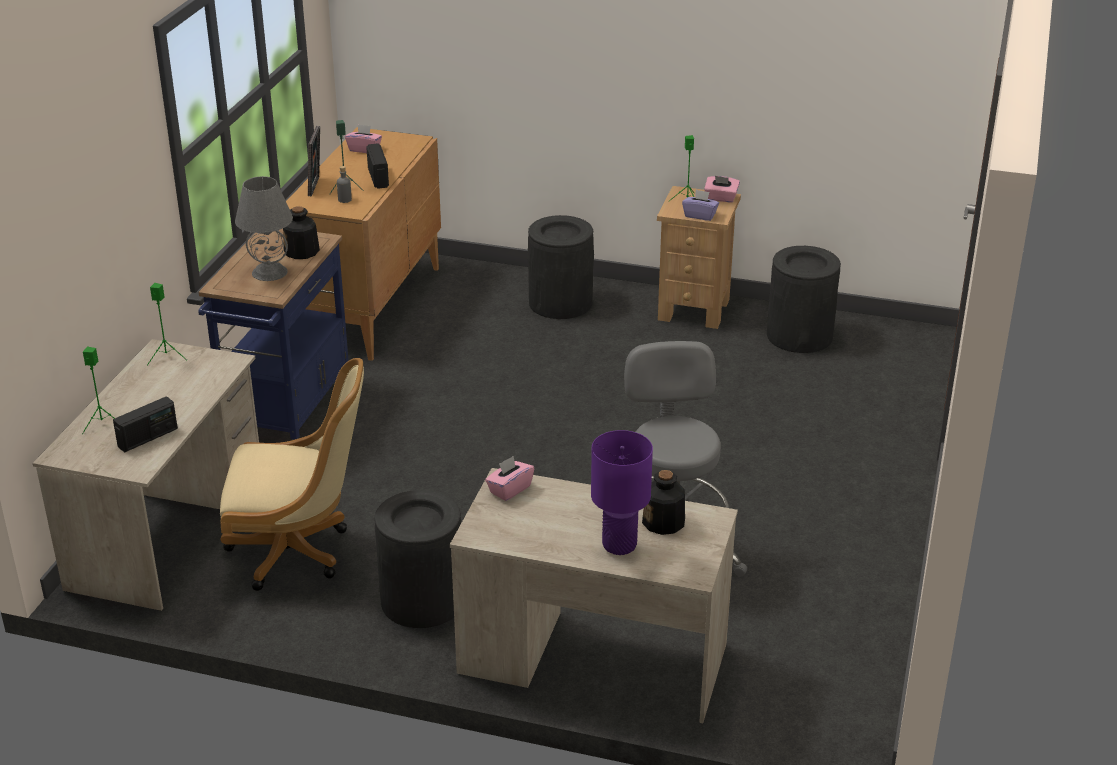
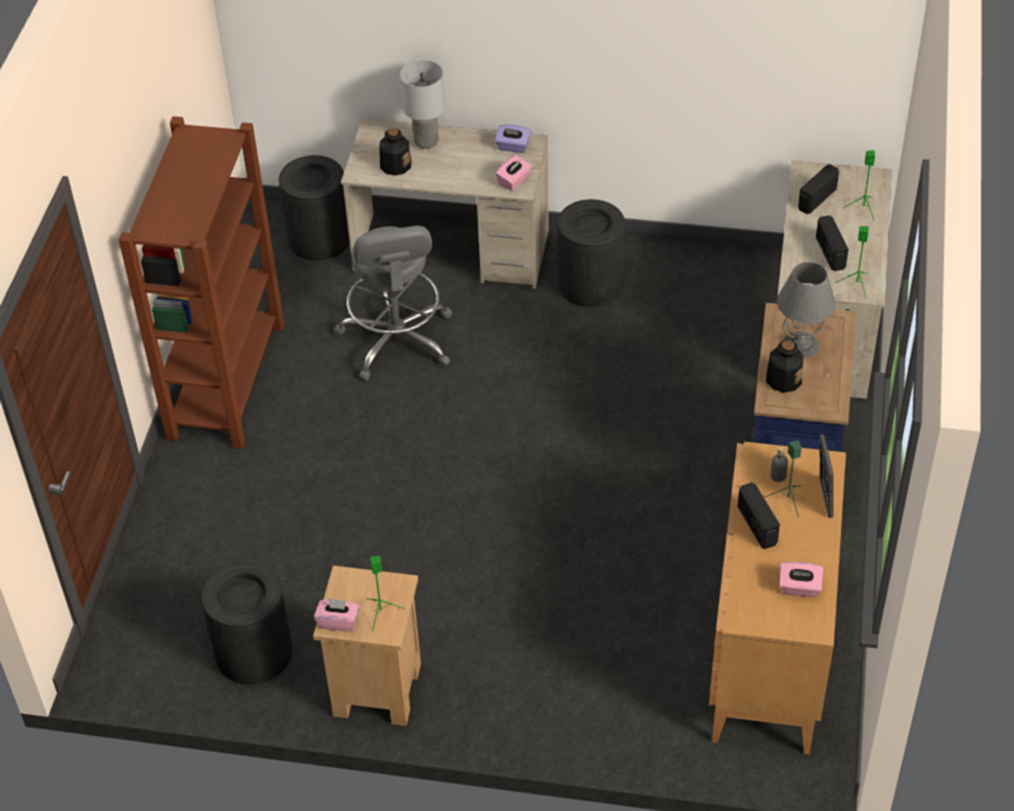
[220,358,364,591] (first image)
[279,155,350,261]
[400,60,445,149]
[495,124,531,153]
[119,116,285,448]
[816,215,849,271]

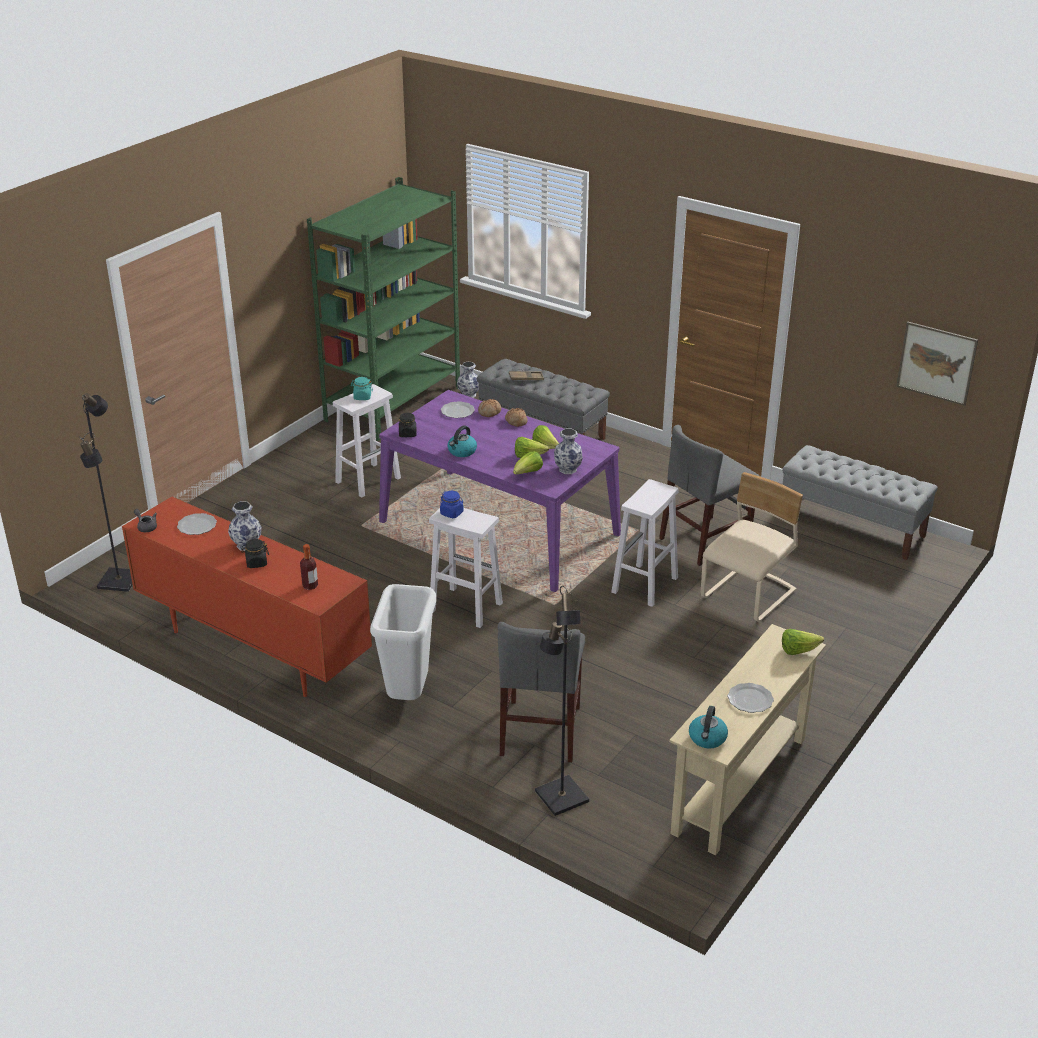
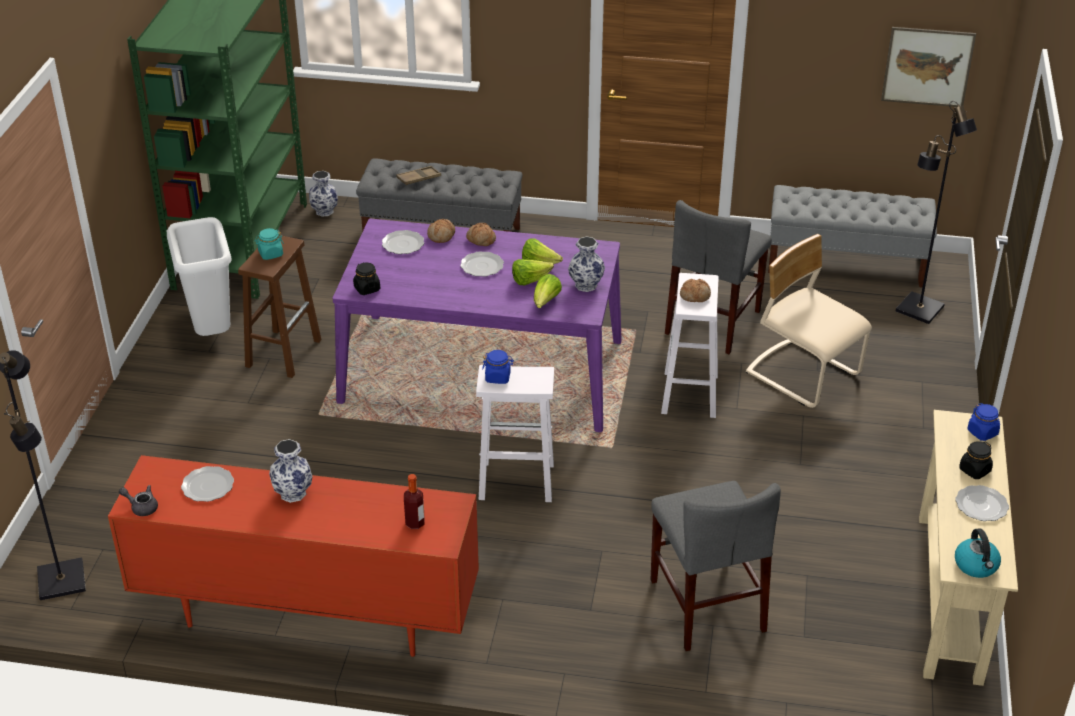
[959,441,993,479]
[238,235,321,378]
[167,217,231,336]
[448,425,477,457] (first image)
[896,101,977,324]
[746,234,872,408]
[967,403,1000,441]
[460,251,504,277]
[680,279,711,302]

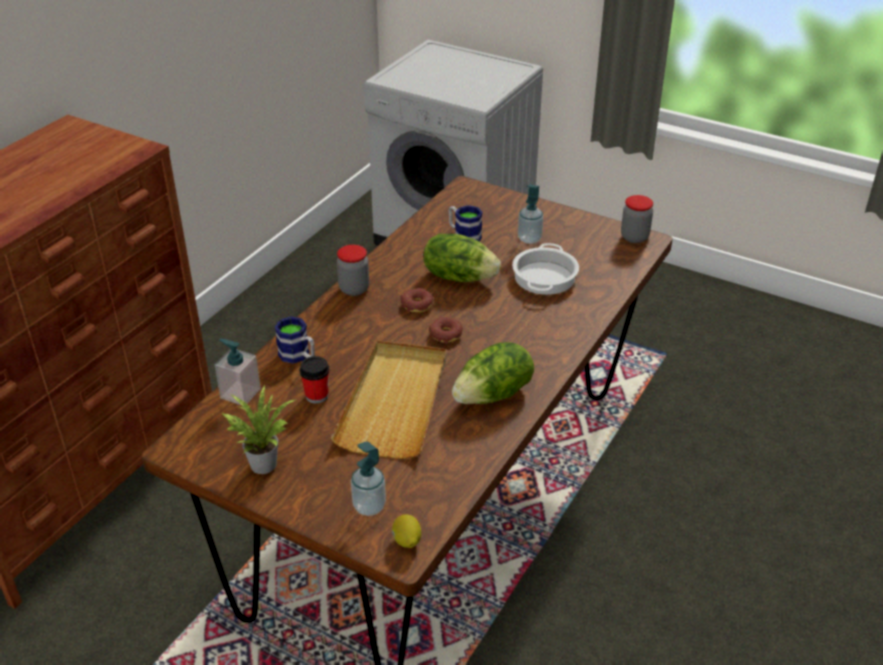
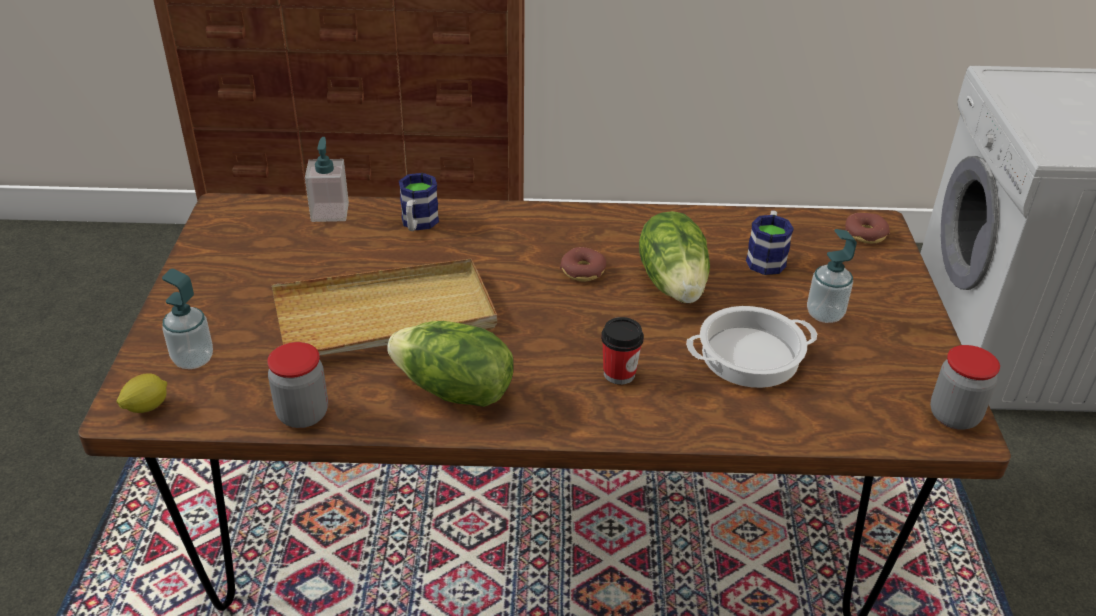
[222,385,297,474] (first image)
[601,317,644,385]
[267,342,328,428]
[845,213,890,244]

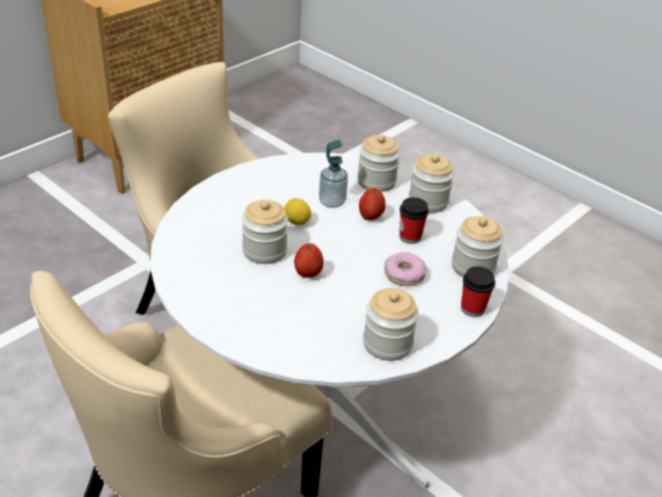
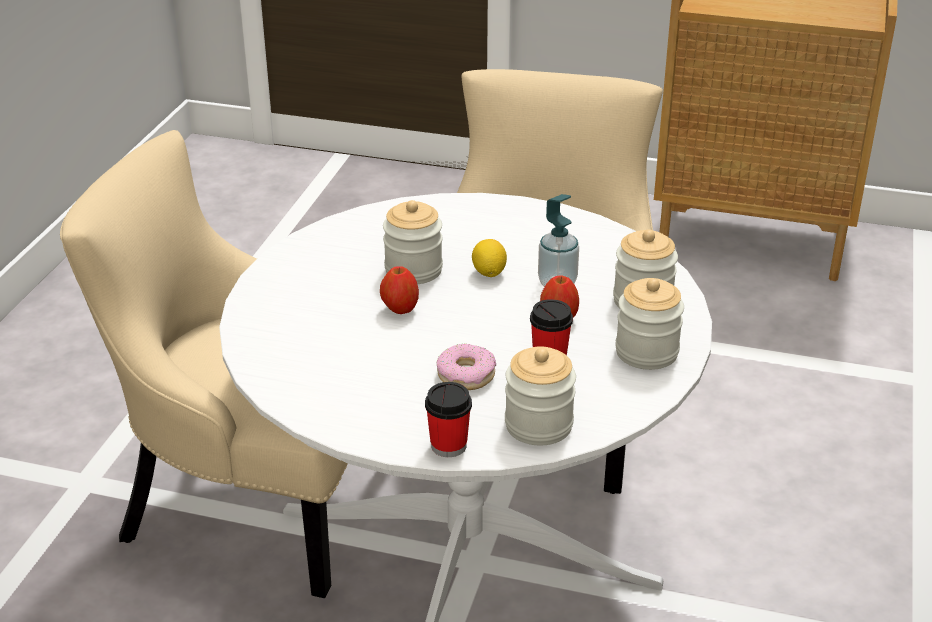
[363,288,419,361] (first image)

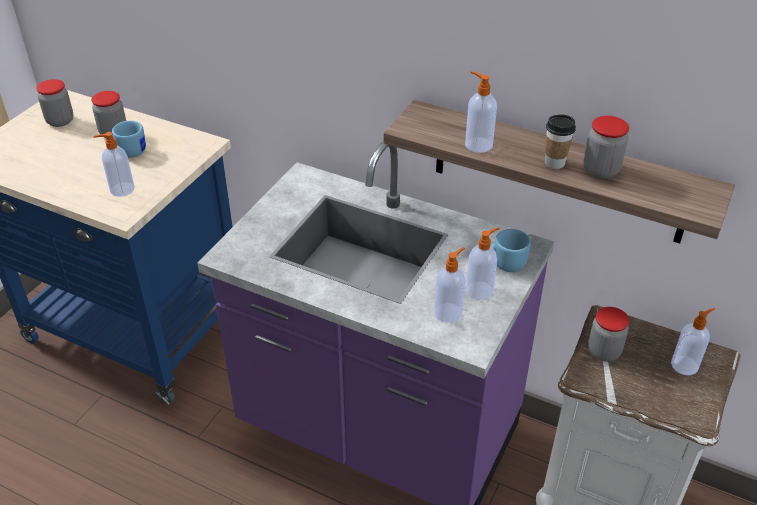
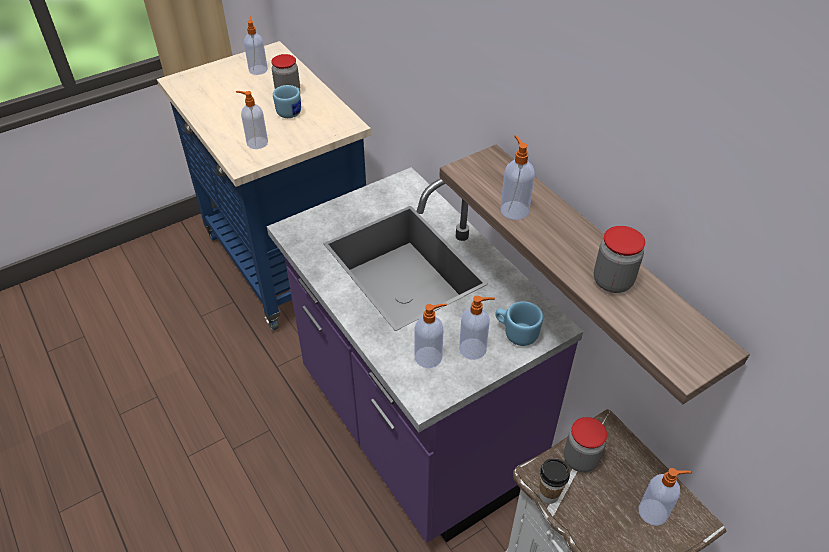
[244,16,268,75]
[539,458,570,504]

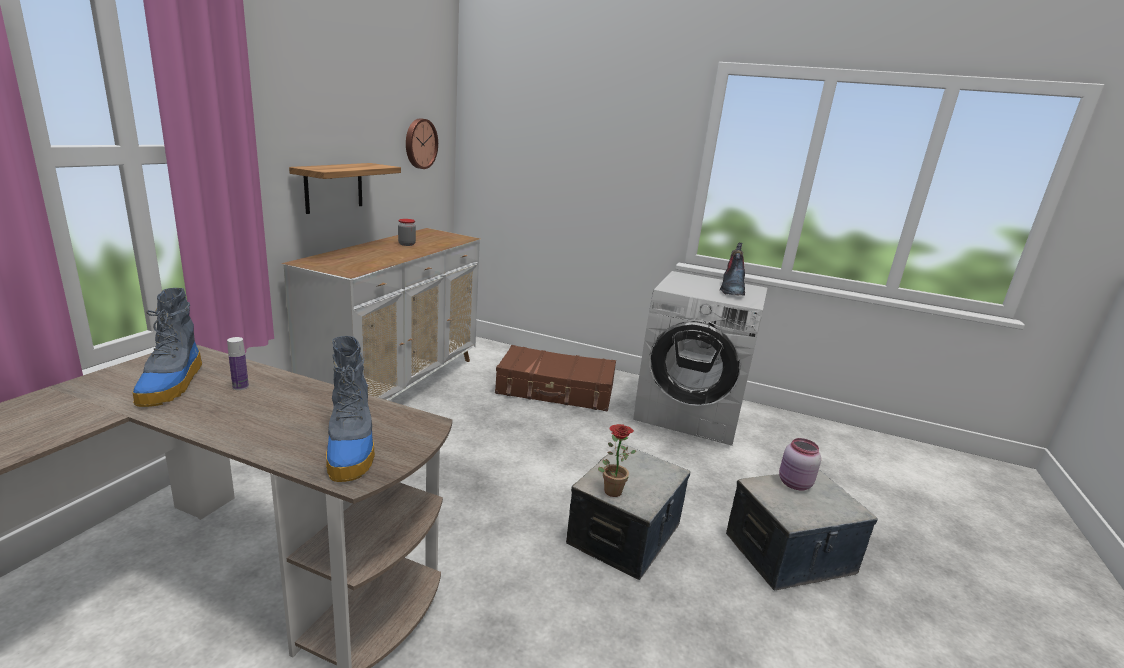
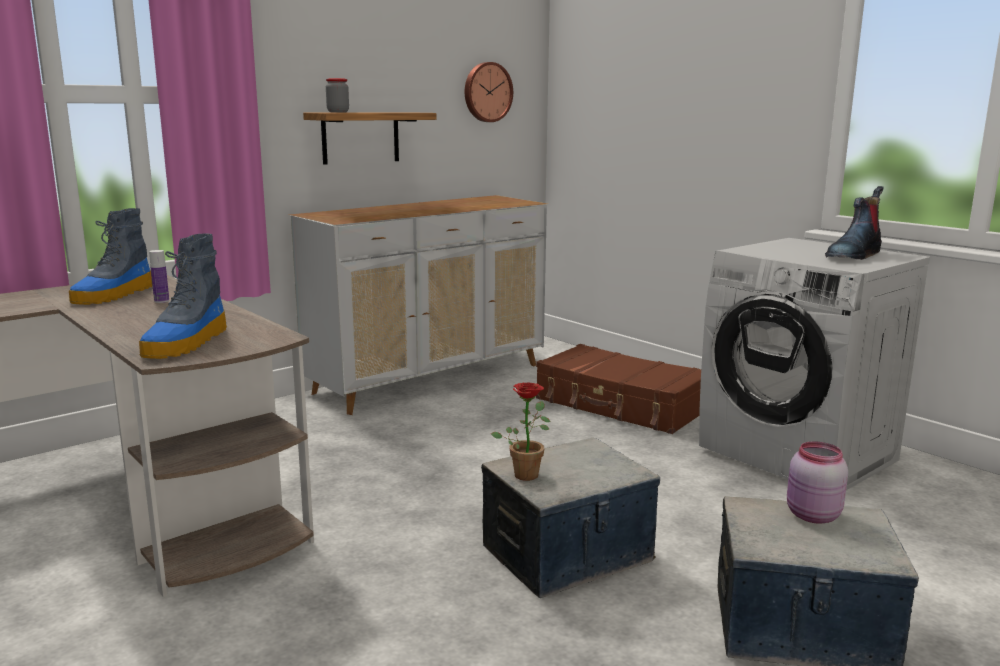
[326,78,349,112]

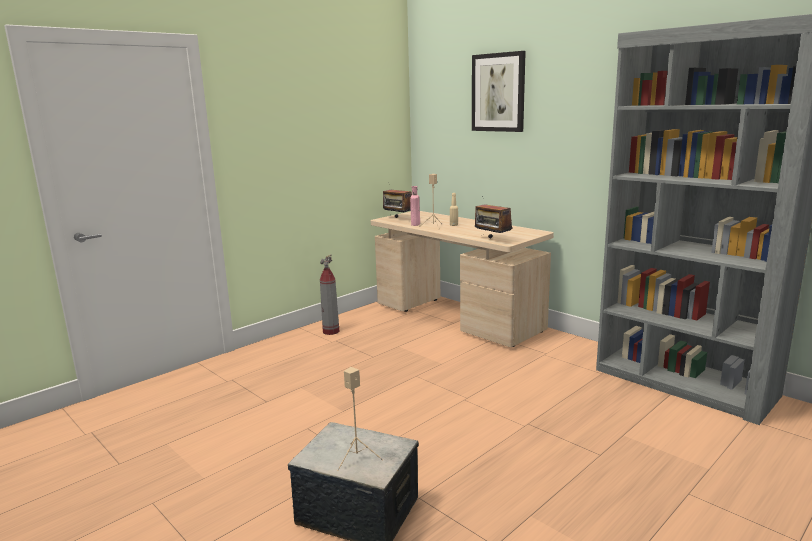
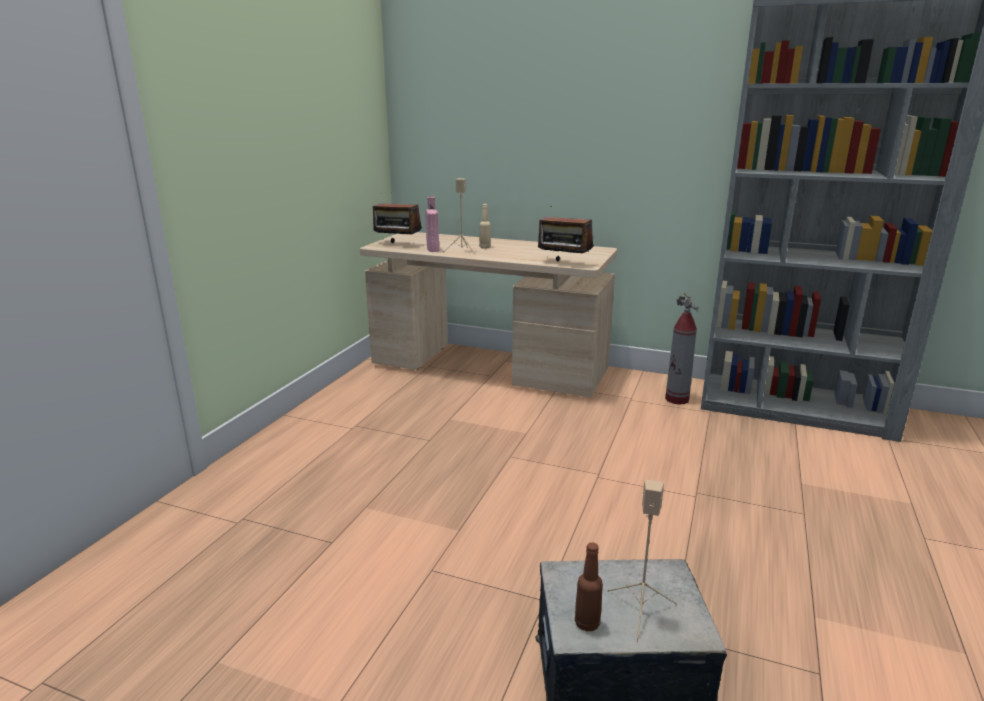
[665,293,699,405]
[472,51,526,132] (first image)
[575,542,603,631]

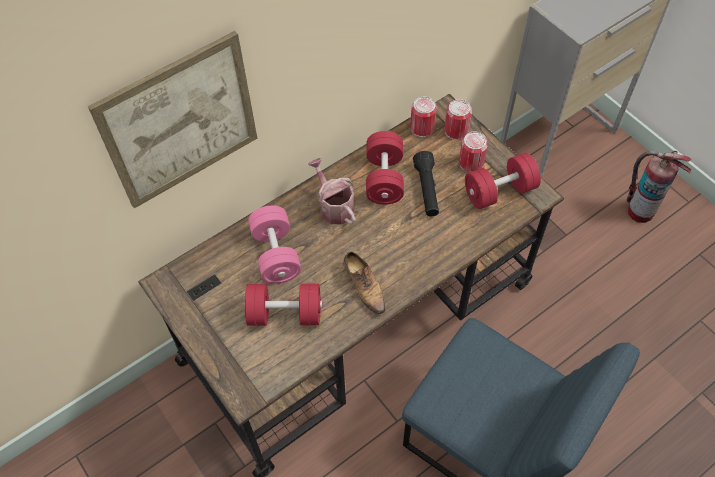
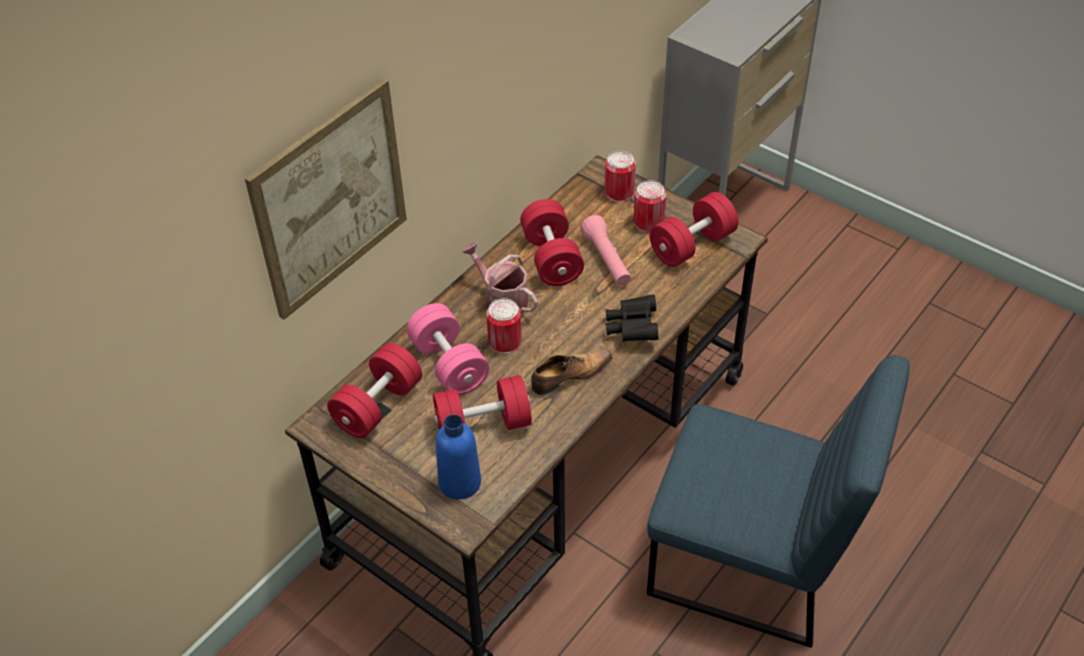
[531,349,613,395]
[486,298,522,354]
[580,215,631,286]
[626,151,691,223] (first image)
[327,343,422,438]
[436,415,481,500]
[606,295,659,342]

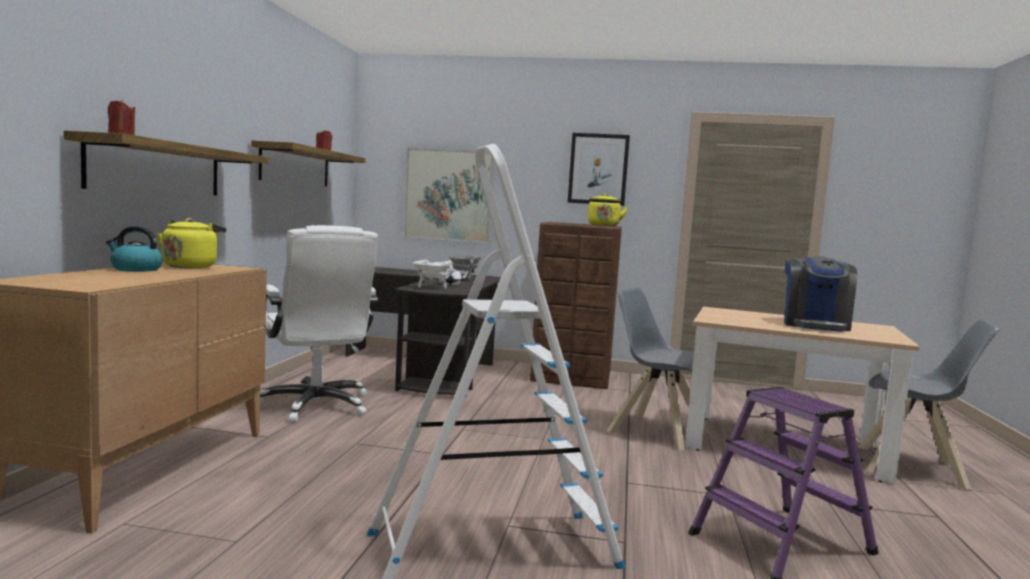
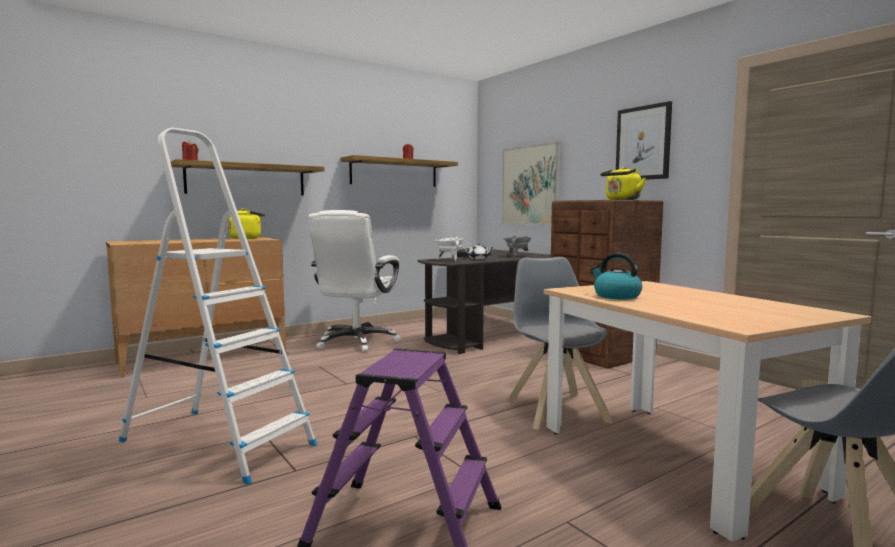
[591,253,642,300]
[784,256,857,332] (first image)

